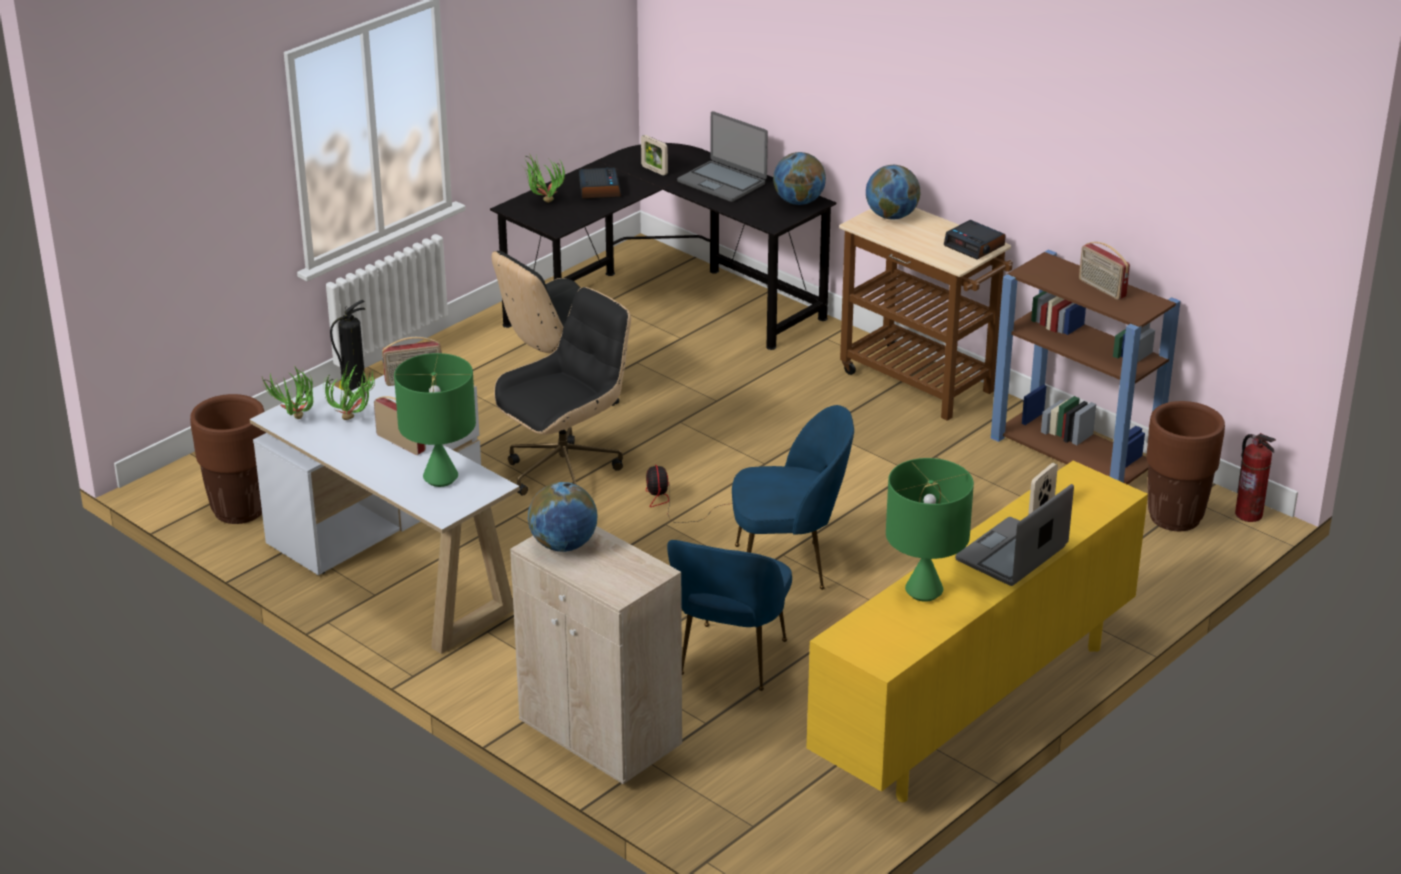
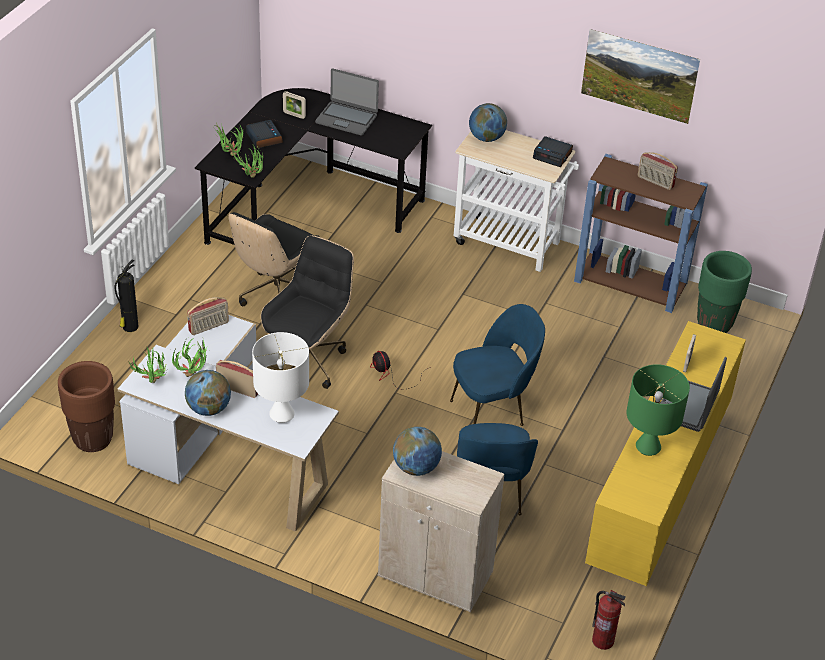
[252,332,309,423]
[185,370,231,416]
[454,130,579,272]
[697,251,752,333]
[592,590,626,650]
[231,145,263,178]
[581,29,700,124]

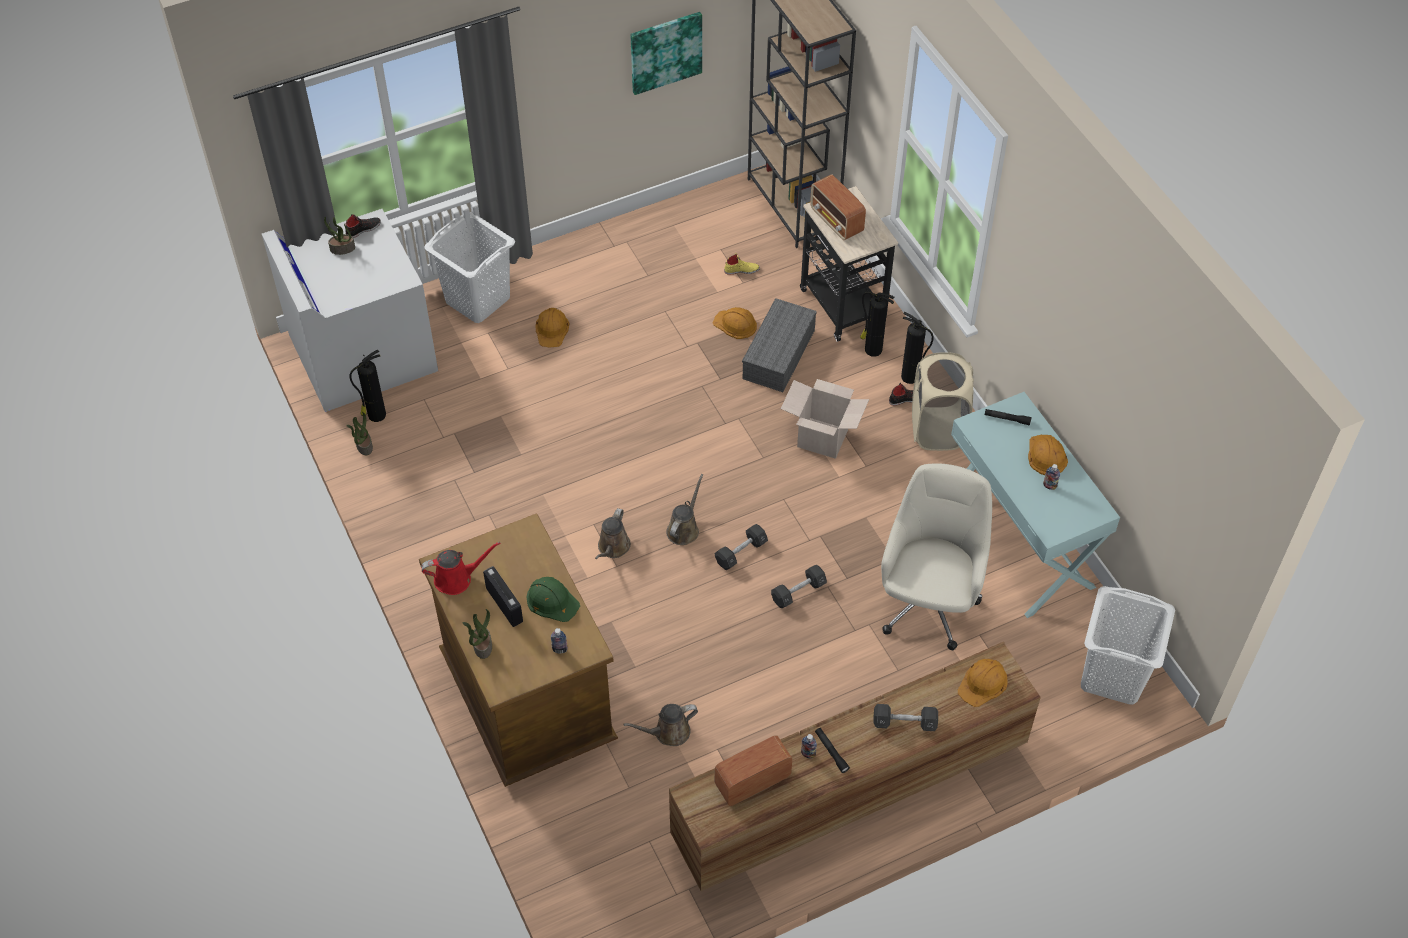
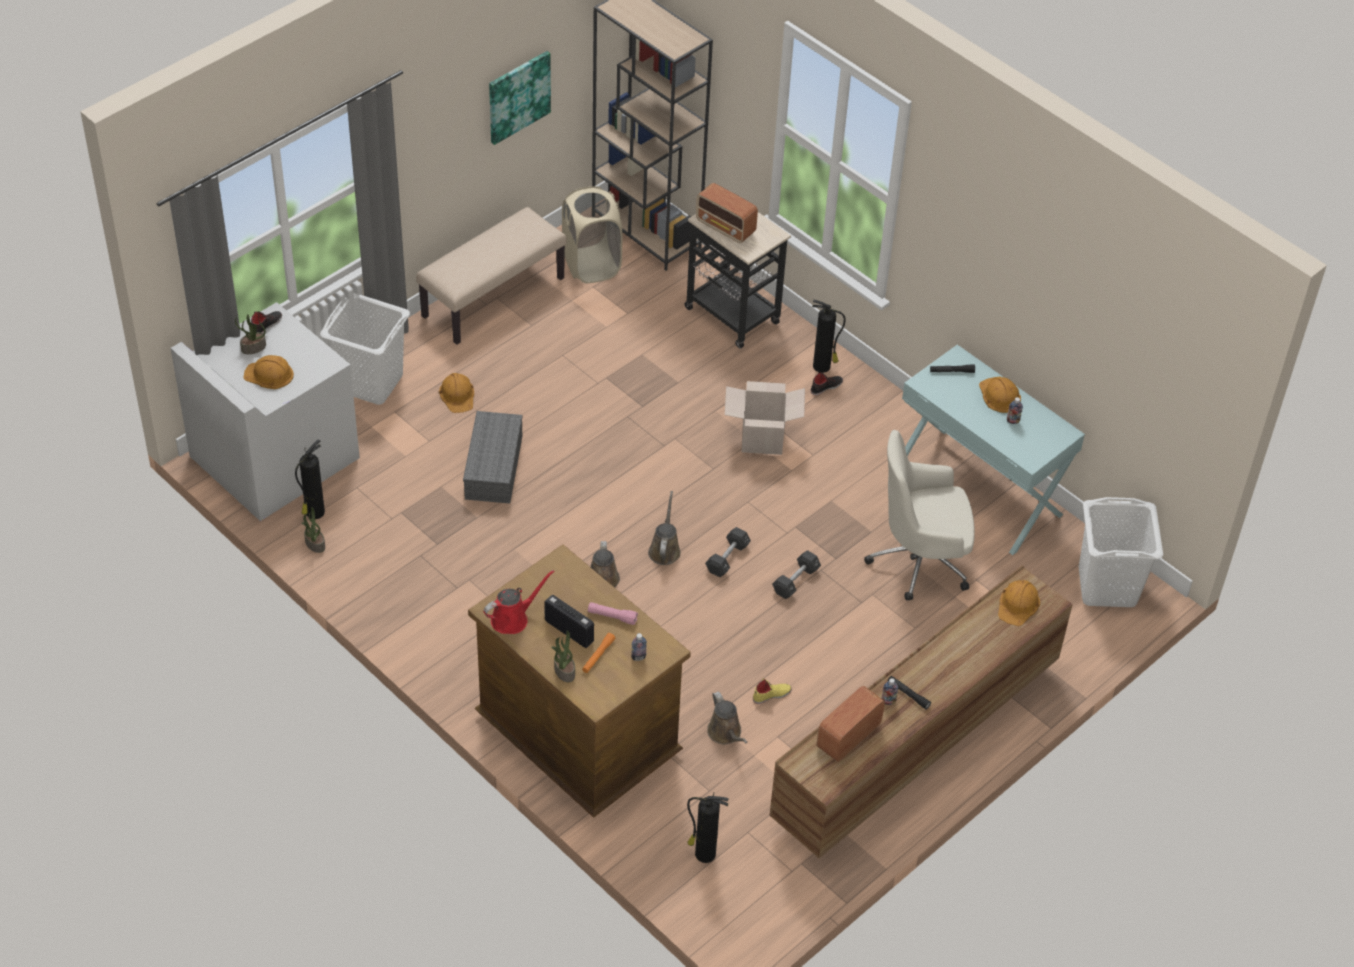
[588,602,638,625]
[707,692,747,744]
[243,355,294,389]
[753,678,791,704]
[463,411,522,504]
[687,793,729,863]
[873,704,938,731] (first image)
[864,430,975,601]
[562,186,622,283]
[416,207,567,345]
[582,633,615,673]

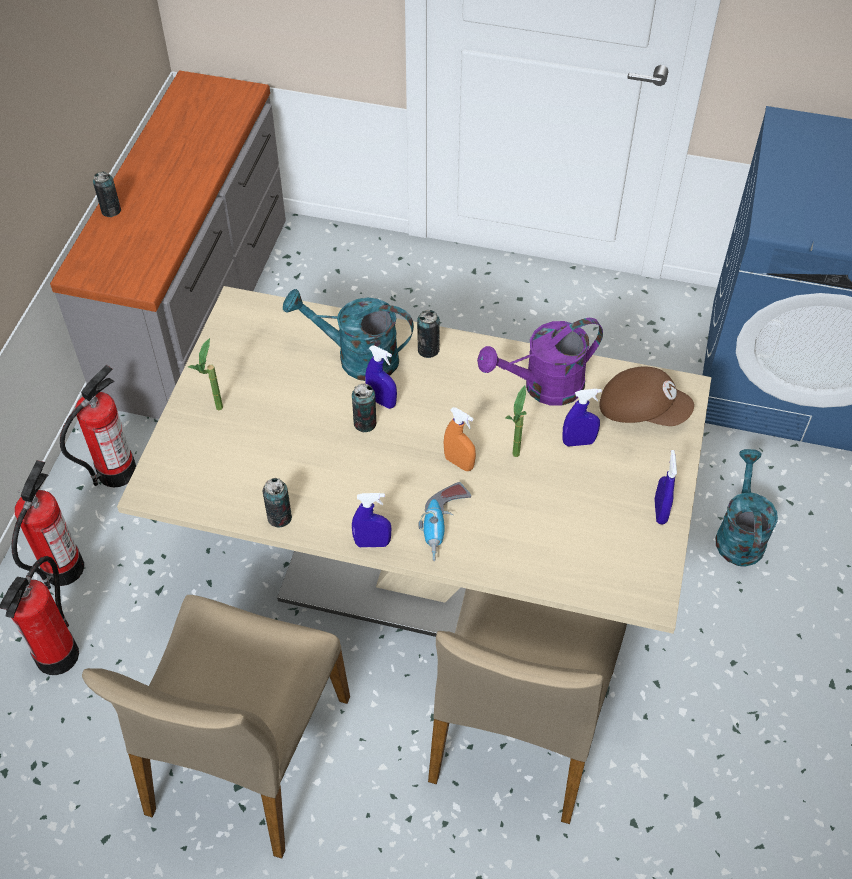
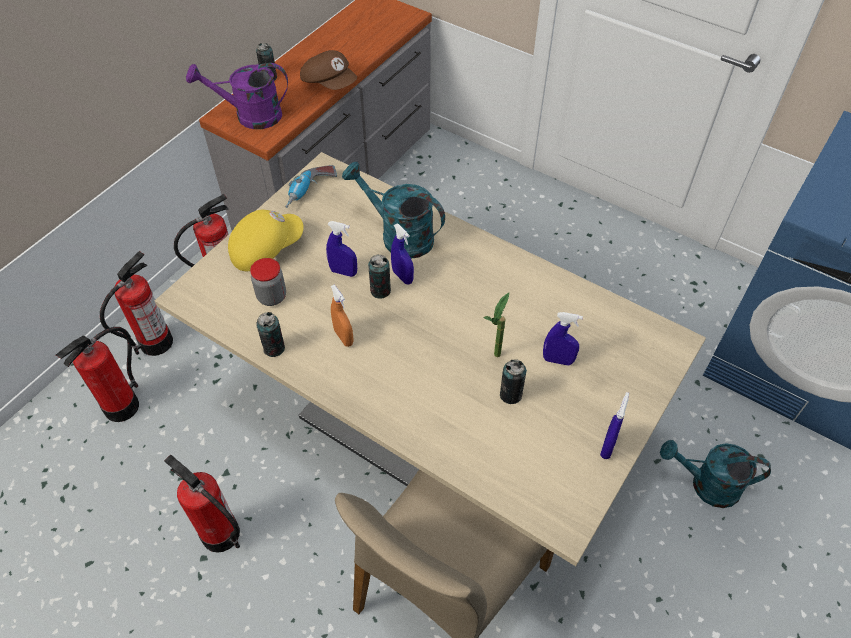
[164,454,240,553]
[228,210,304,271]
[326,221,357,277]
[500,359,527,404]
[285,165,337,208]
[331,285,354,347]
[186,63,288,129]
[300,50,357,90]
[660,440,771,508]
[250,258,286,306]

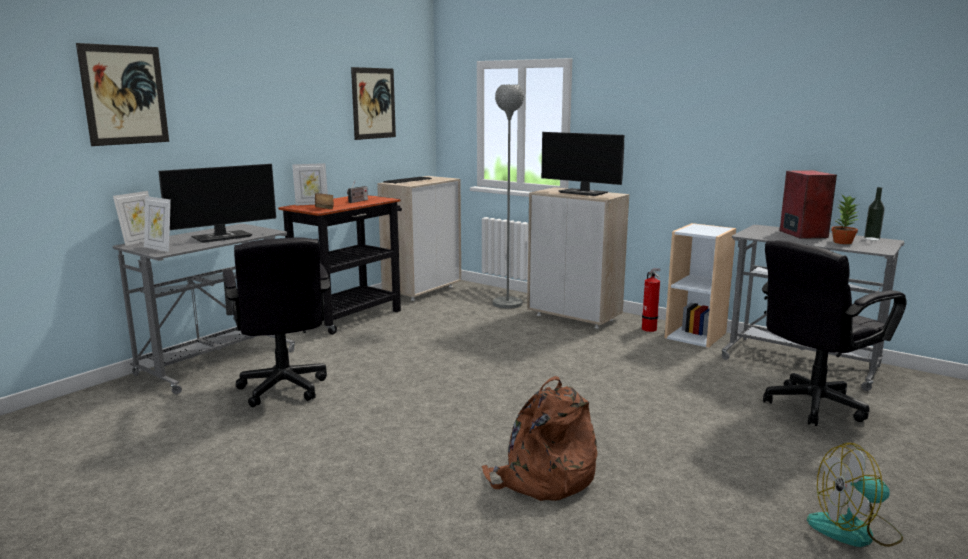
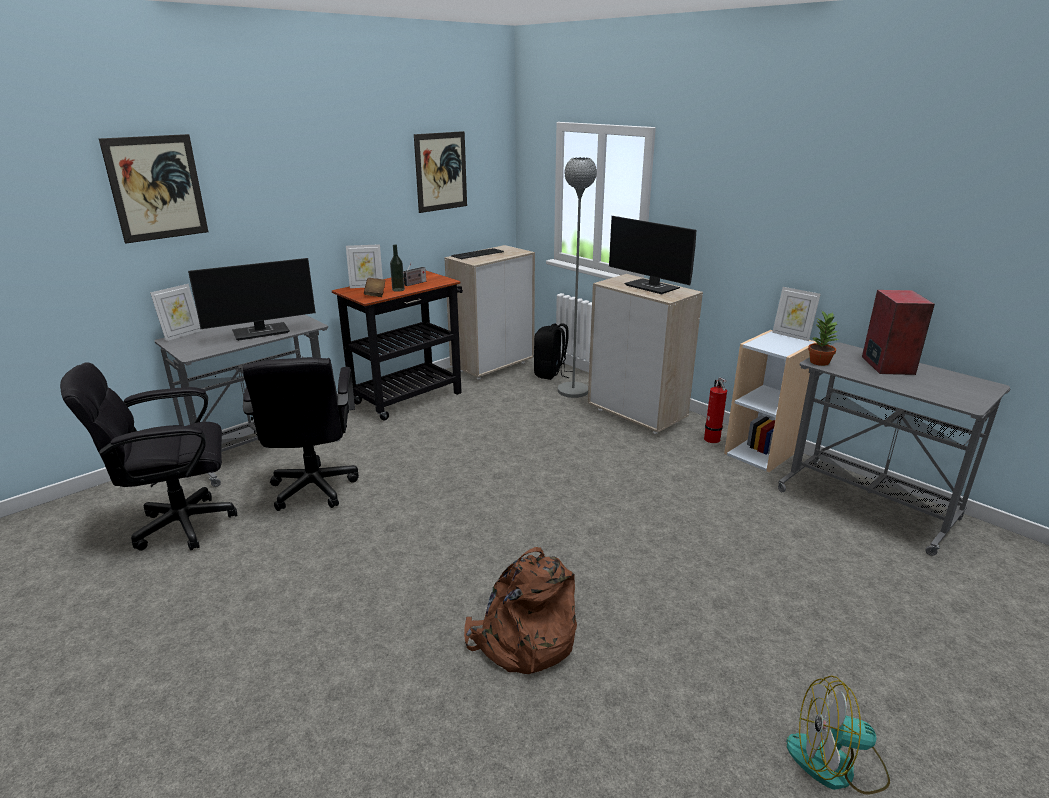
[772,287,821,341]
[60,362,237,551]
[808,310,839,366]
[390,244,405,292]
[534,323,573,380]

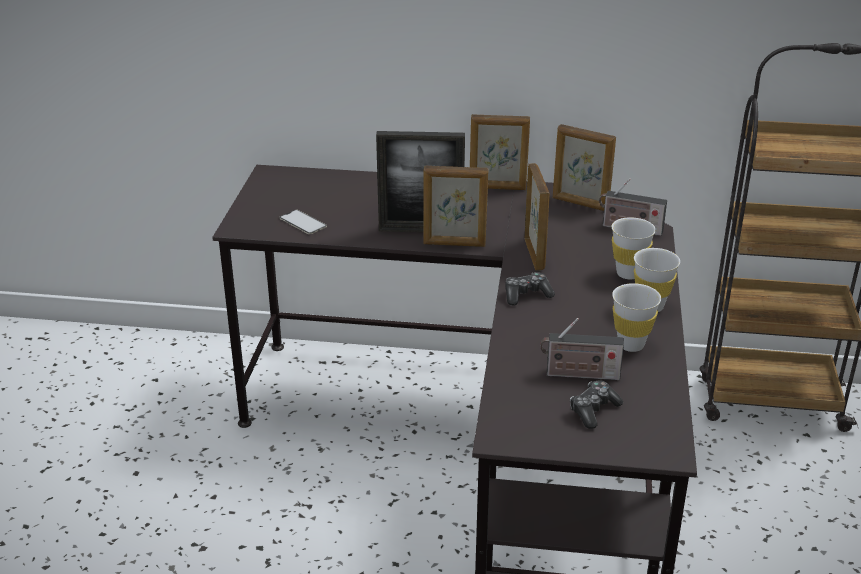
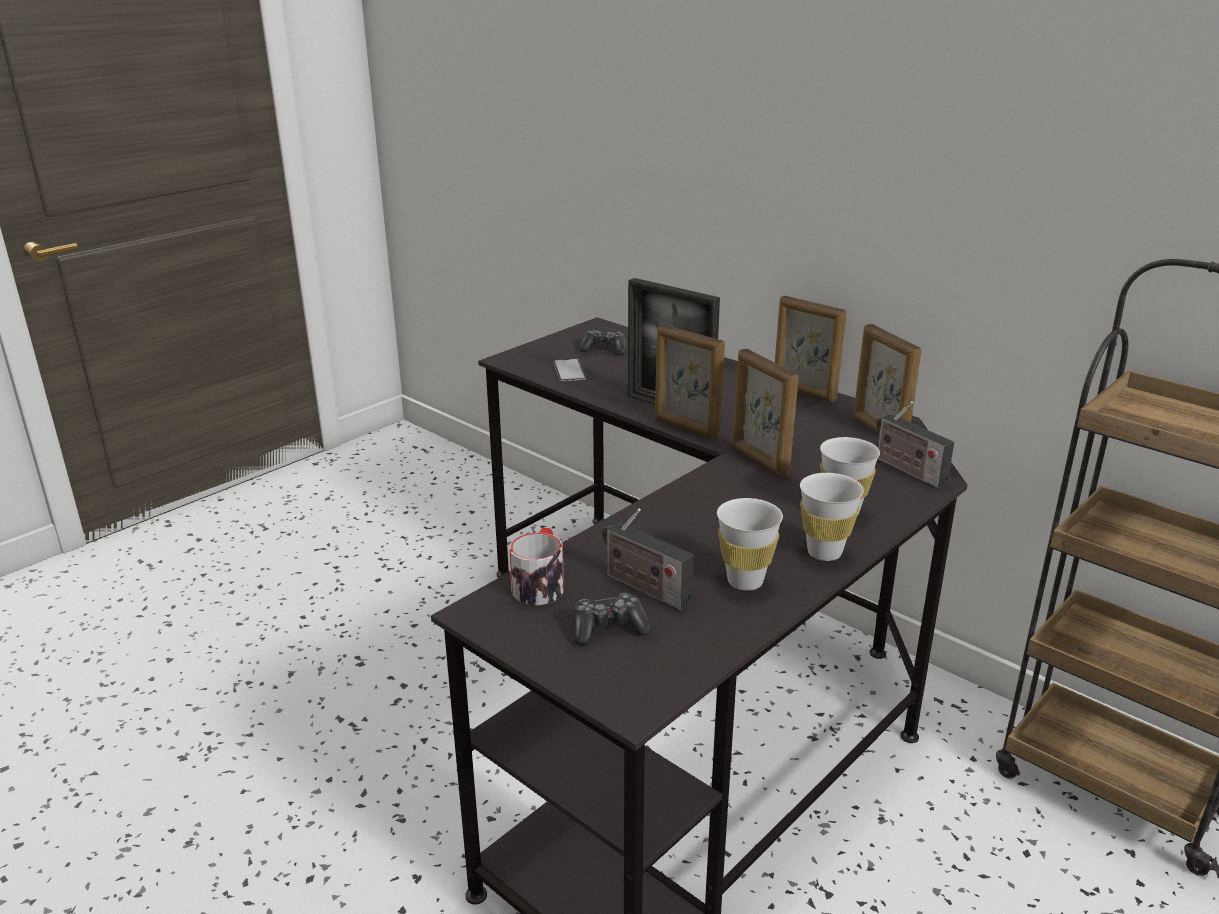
[579,330,626,355]
[733,349,798,477]
[509,528,564,605]

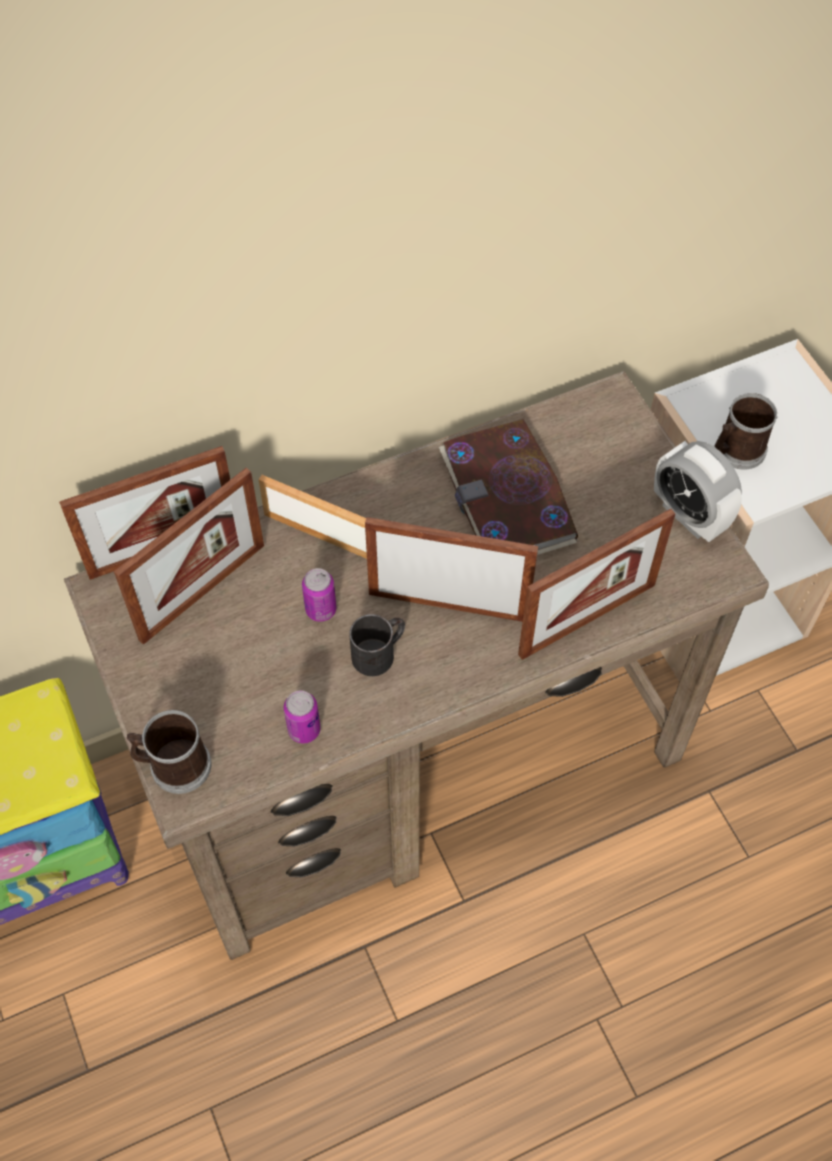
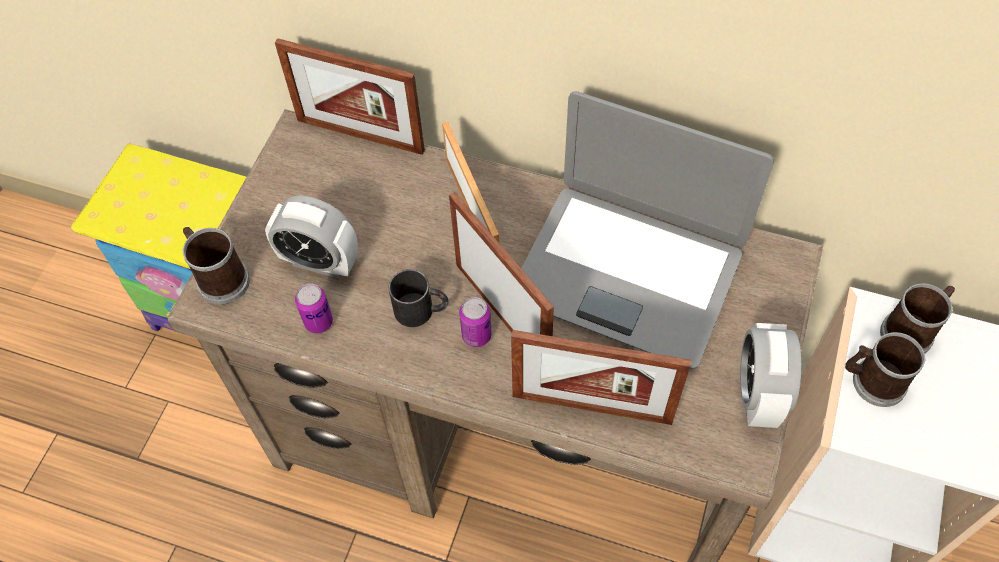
[114,468,264,645] (first image)
[459,297,492,347]
[521,91,774,369]
[265,196,358,278]
[880,283,955,353]

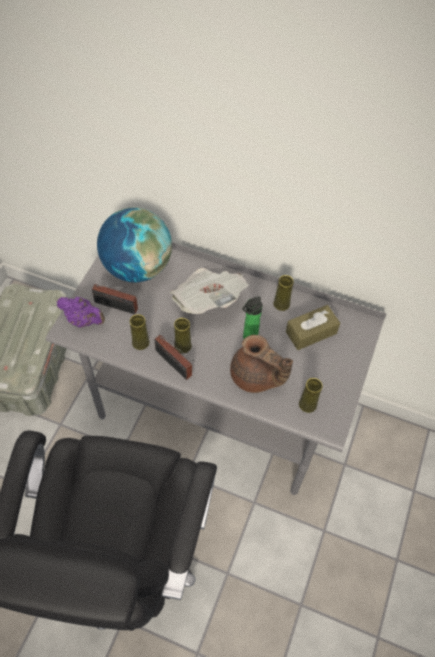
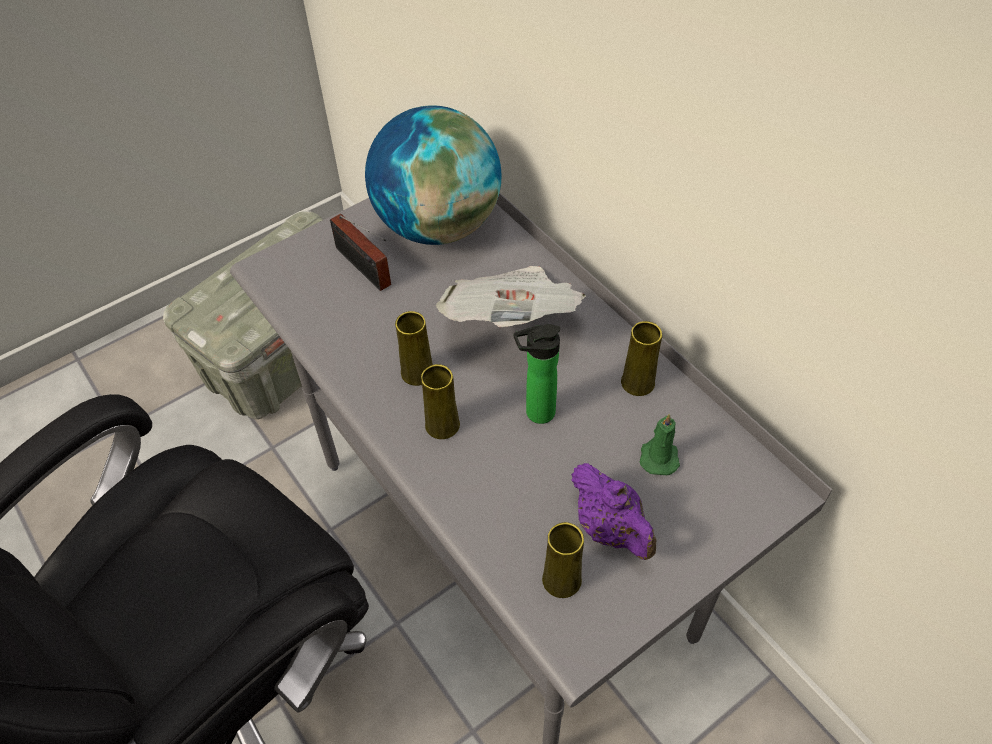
[571,463,657,560]
[421,364,460,439]
[154,335,194,380] (first image)
[230,335,293,393] (first image)
[640,414,680,475]

